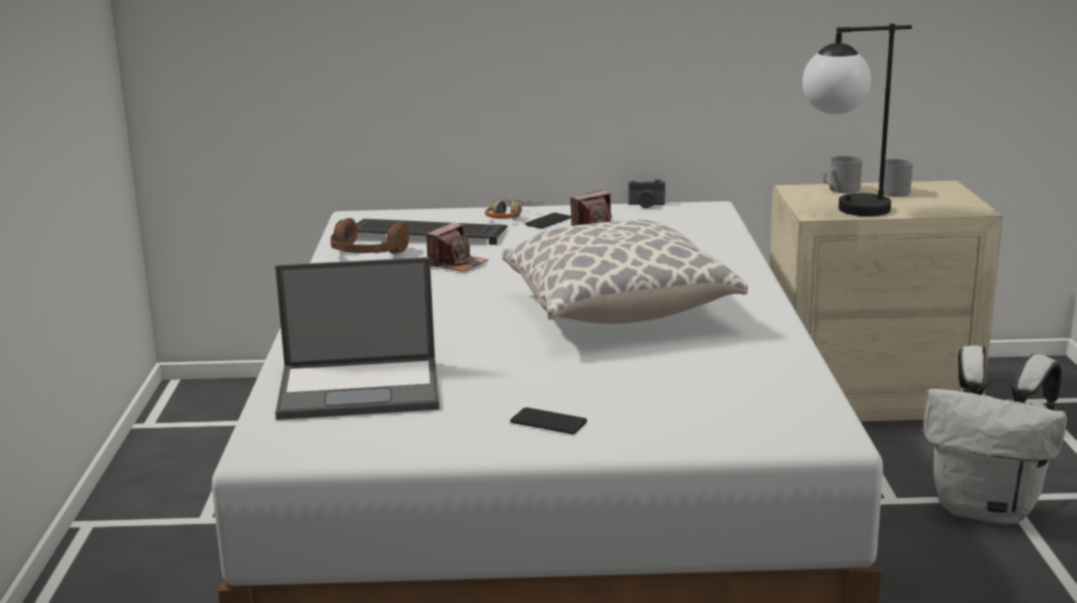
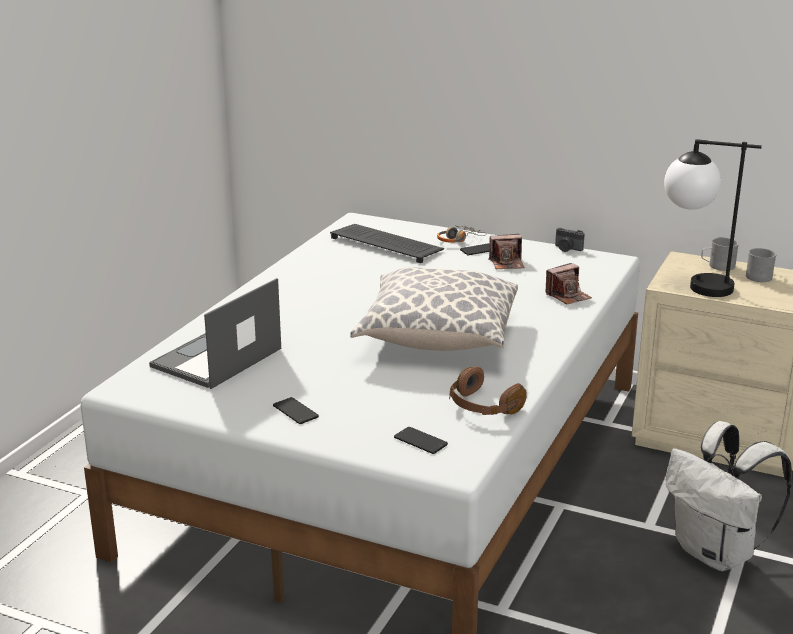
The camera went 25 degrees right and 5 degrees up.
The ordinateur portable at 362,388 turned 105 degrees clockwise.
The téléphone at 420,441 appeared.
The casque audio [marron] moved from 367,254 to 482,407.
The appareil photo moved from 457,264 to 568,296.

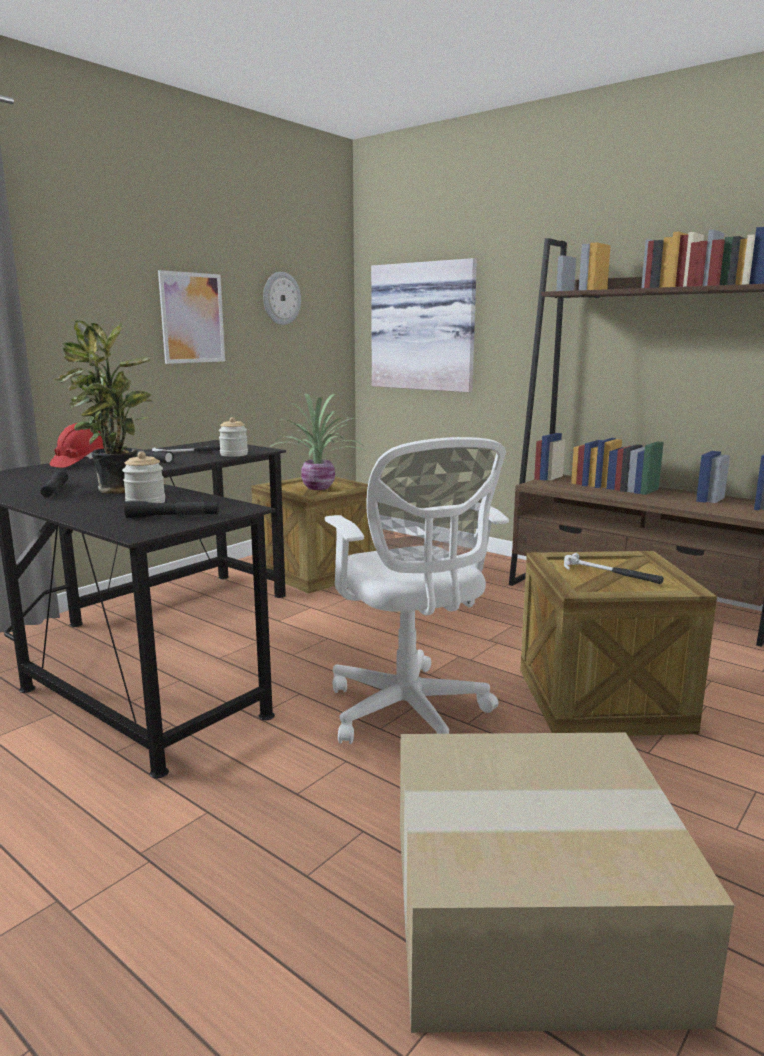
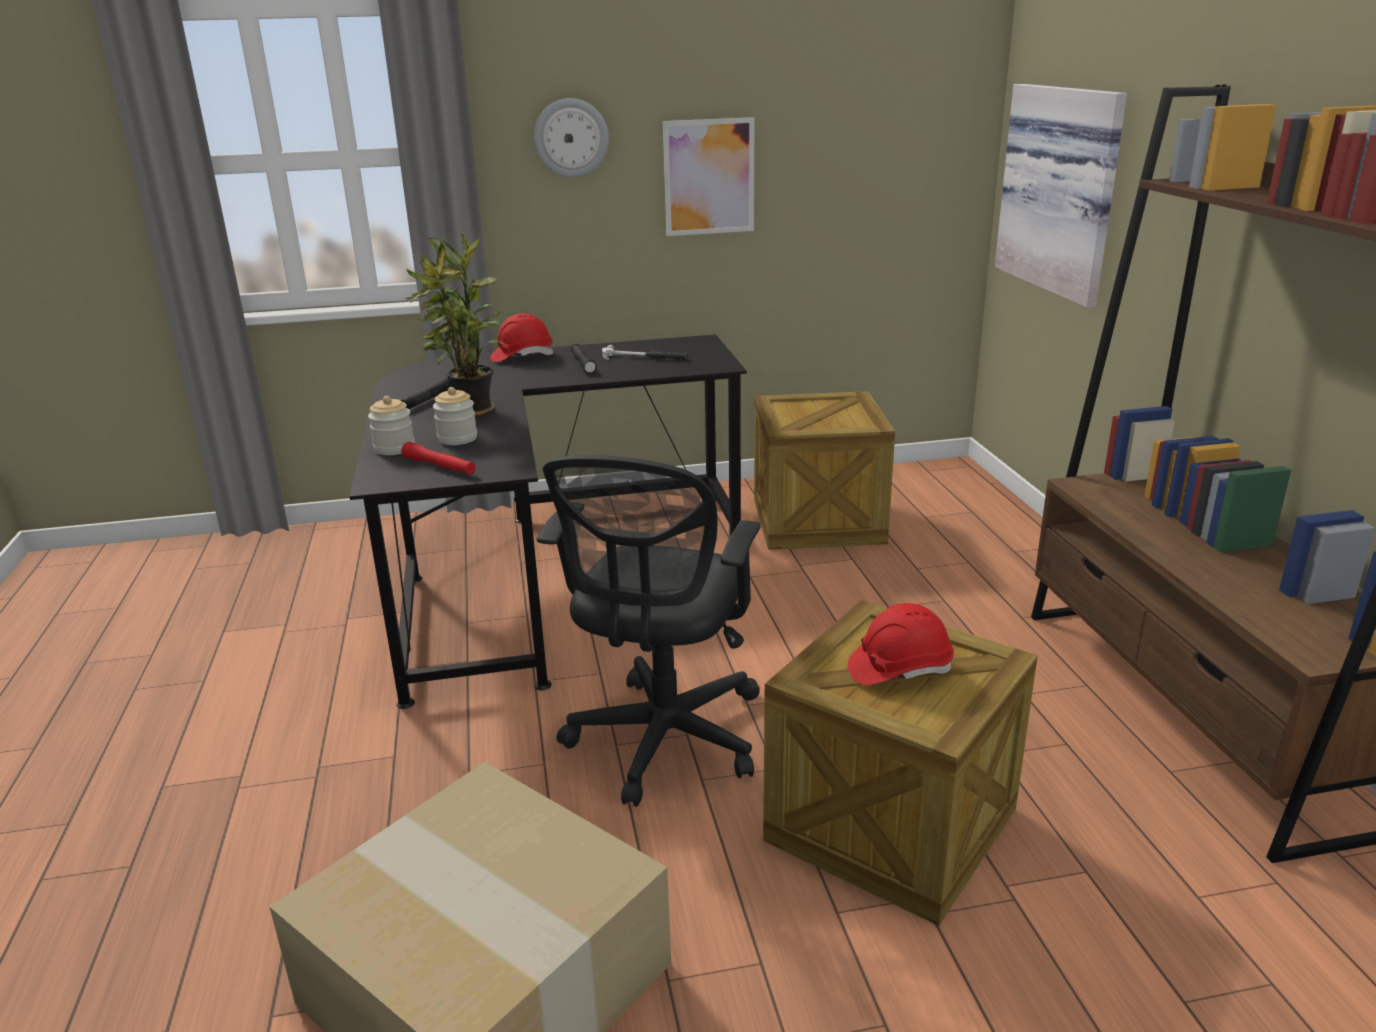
The camera went 40 degrees right and 10 degrees up.
The bocal moved from 234,454 to 394,448.
The lampe de poche [noir] at 173,517 became the lampe de poche [rouge] at 439,466.
The horloge murale moved from 281,298 to 571,138.
The chaise de bureau [blanc] at 410,714 became the chaise de bureau [noir] at 663,743.
The marteau at 610,573 was replaced by the casque de chantier [rouge] at 899,669.
The plante en pot at 320,487 disappeared.

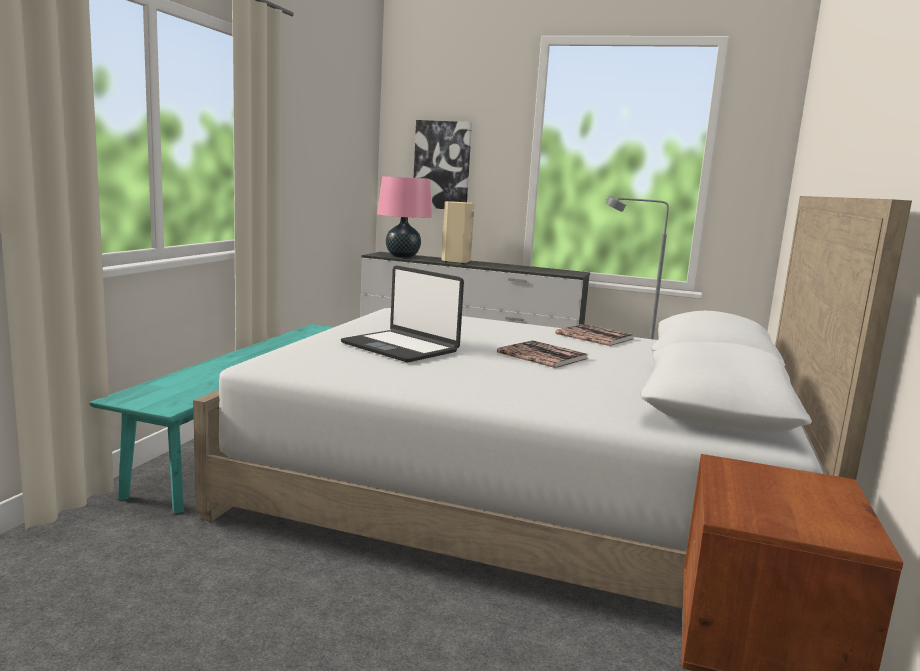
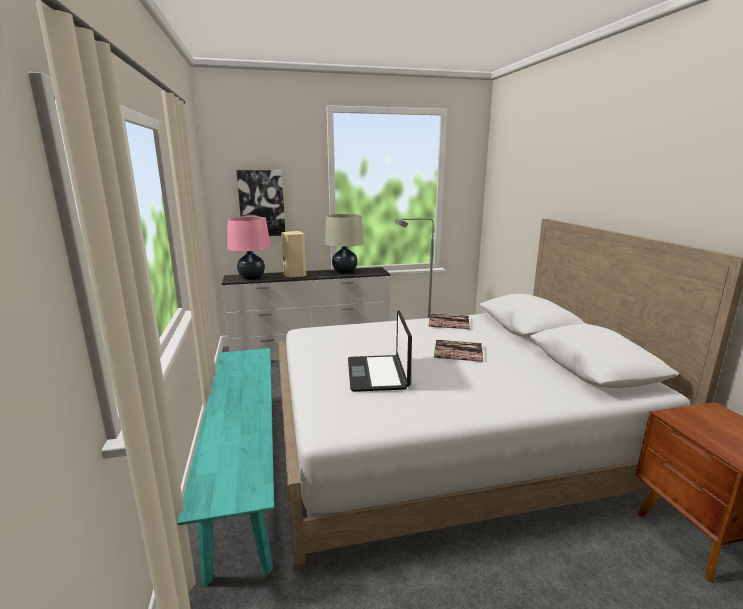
The camera went 30 degrees left and 5 degrees up.
The lampe de table [beige] at 345,272 appeared.
The ordinateur portable at 400,347 turned 75 degrees clockwise.

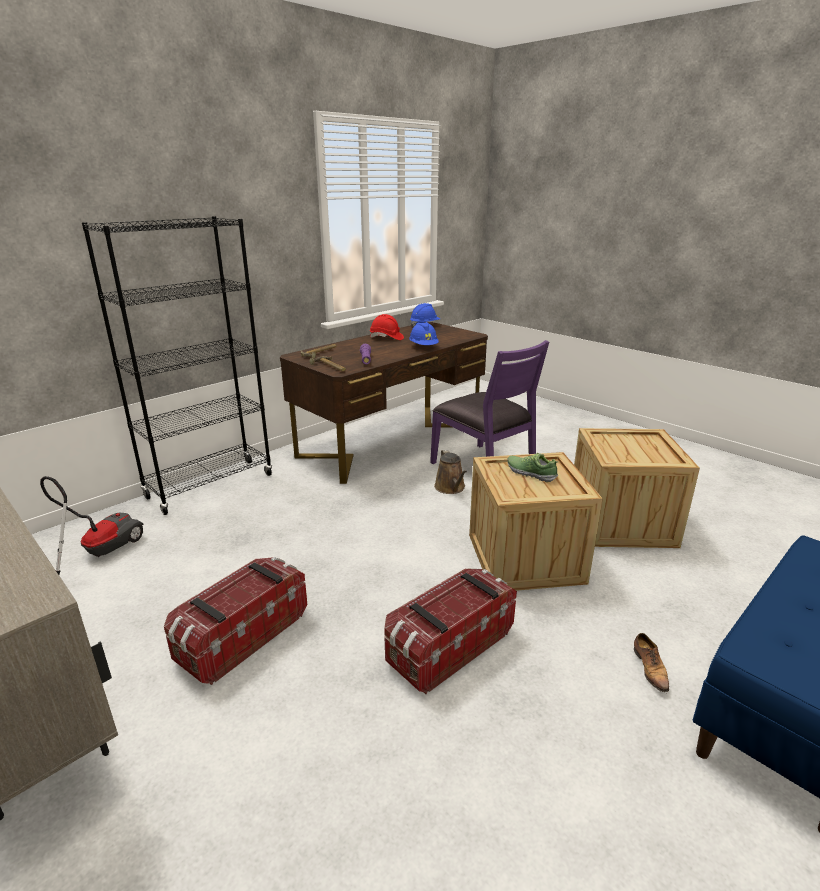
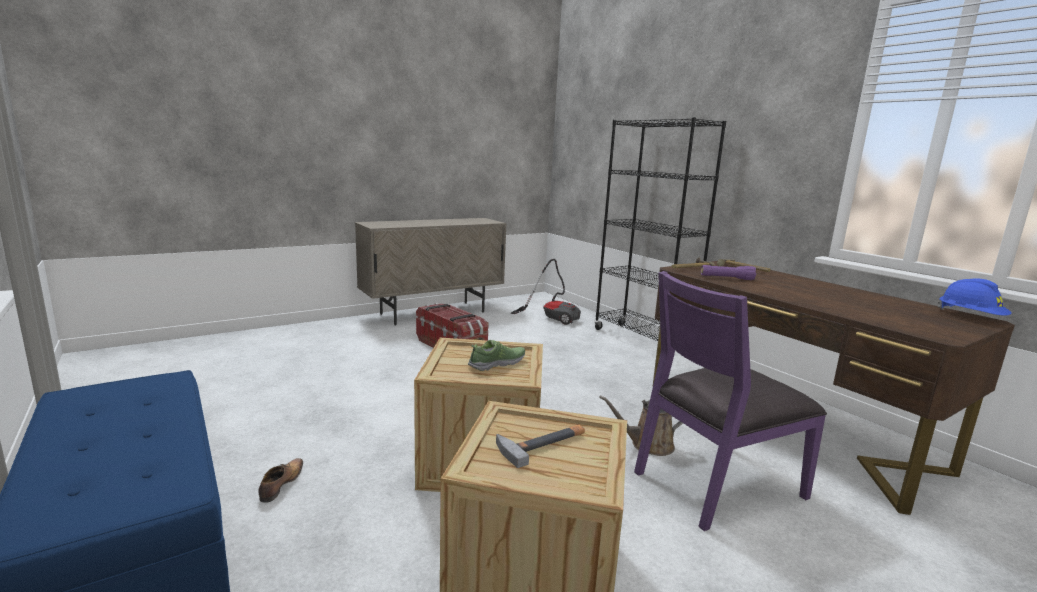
The camera went 100 degrees right and 10 degrees down.
The chaussure at 650,668 turned 90 degrees clockwise.
The marteau at 543,443 appeared.
The casque de chantier [rouge] at 386,338 disappeared.
The boîte de rangement at 449,646 disappeared.
The casque de chantier [bleu] at 423,347 disappeared.

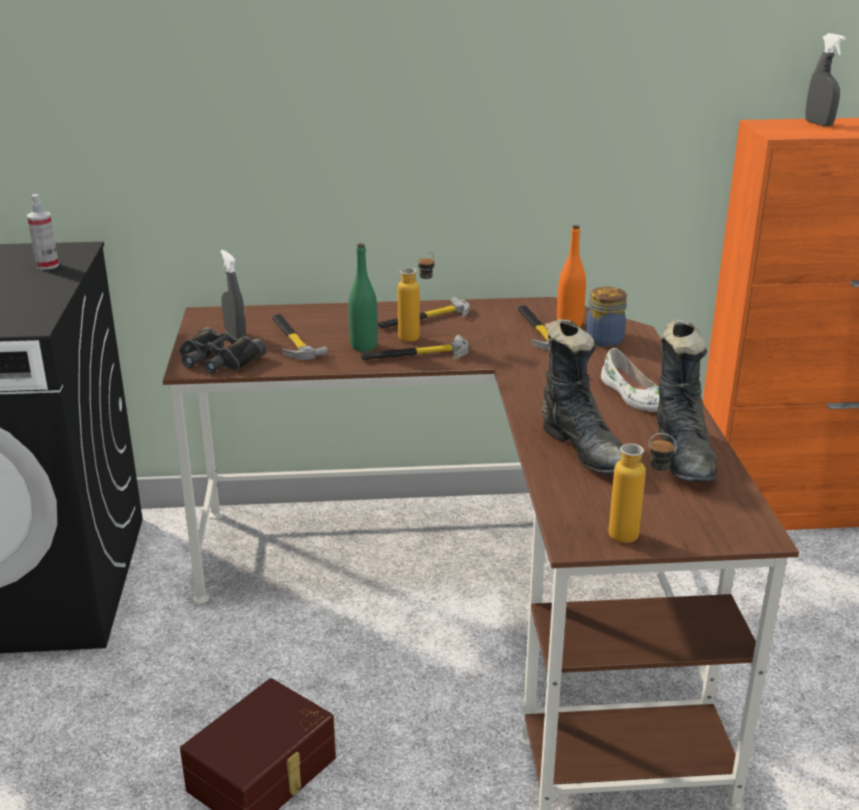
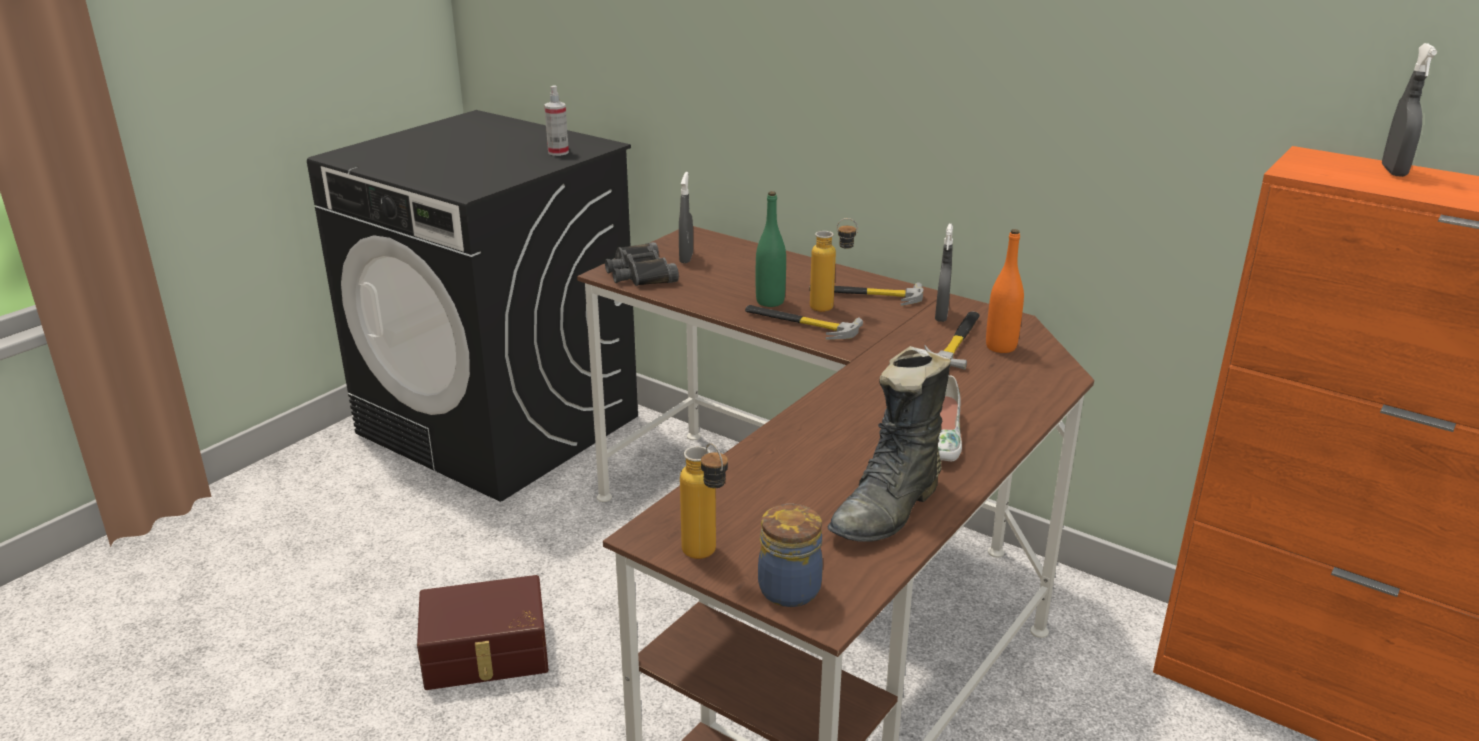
The camera went 40 degrees right and 0 degrees up.
The bocal moved from 603,339 to 789,587.
The vaporisateur [gris] at 941,316 appeared.
The marteau at 291,339 disappeared.
The botte [noir] at 584,449 disappeared.

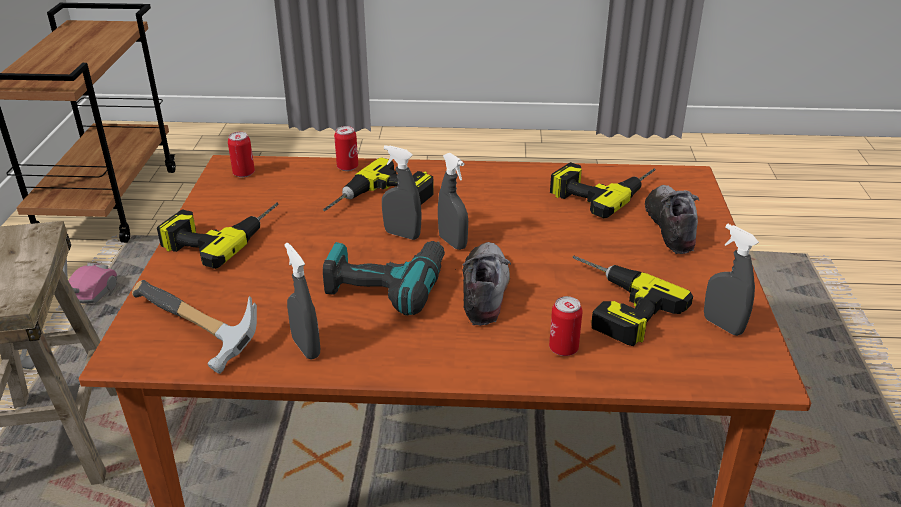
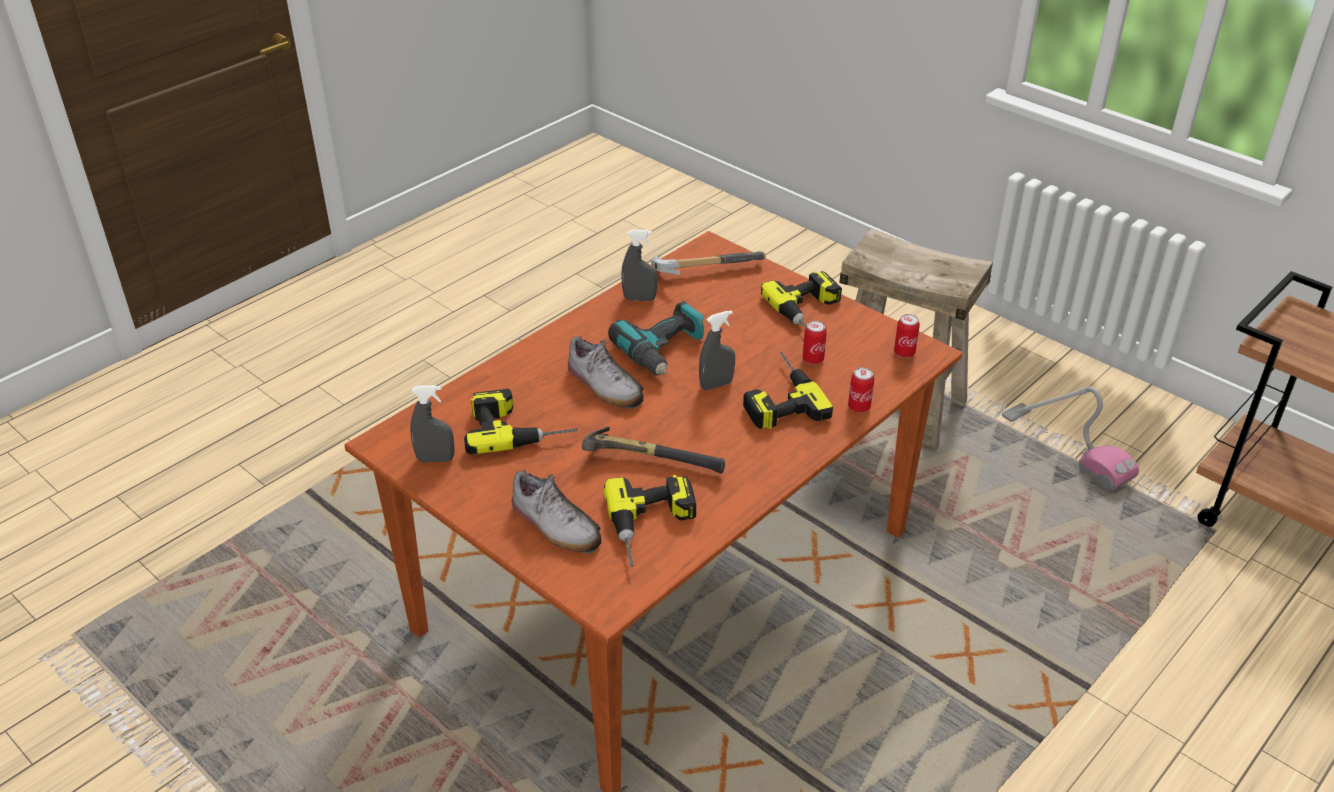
The camera went 130 degrees right and 5 degrees up.
The marteau at 651,459 appeared.
The boîte métallique moved from 563,348 to 813,359.
The vaporisateur [gris] at 452,242 disappeared.

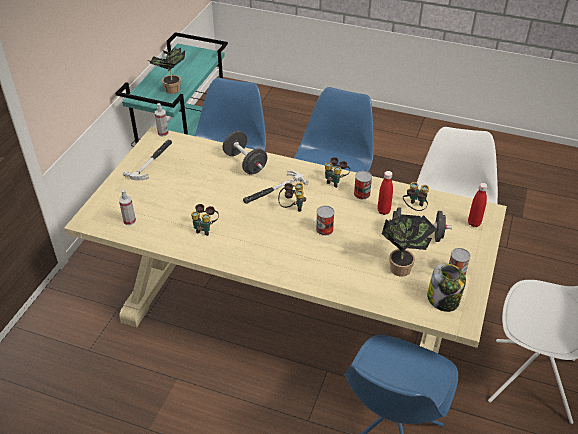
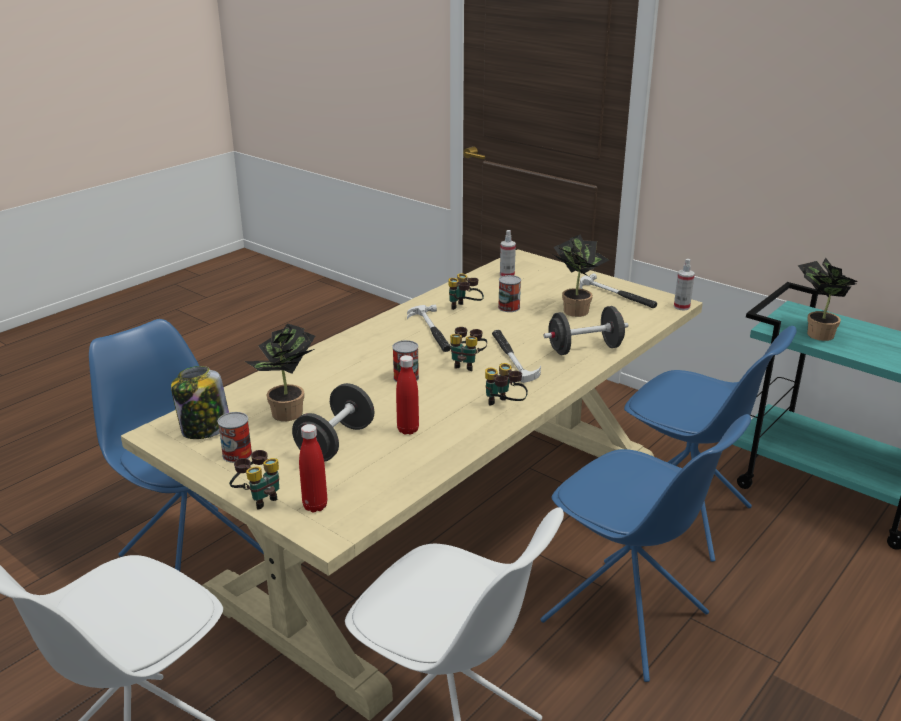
The camera went 110 degrees right and 15 degrees down.
The jumelles moved from 414,208 to 259,498.
The marteau at 432,331 appeared.
The boîte métallique moved from 362,193 to 509,307.
The plante en pot at 575,309 appeared.

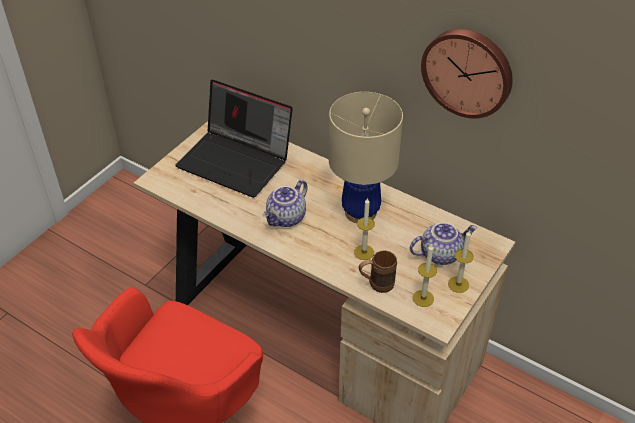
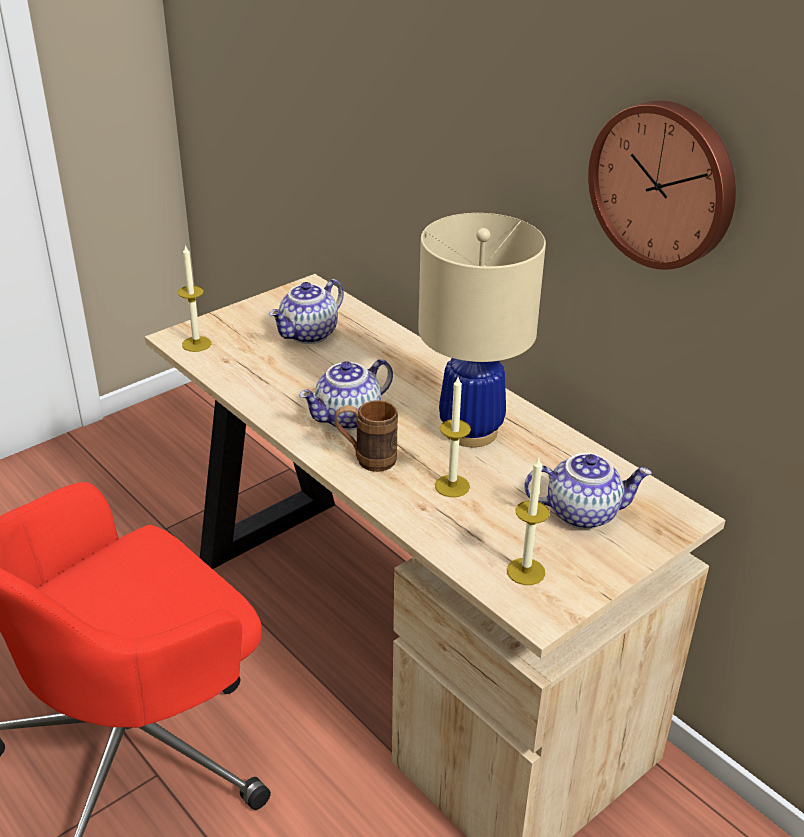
The camera went 15 degrees right and 10 degrees down.
The bougie moved from 458,284 to 196,344.
The ordinateur portable at 237,161 was replaced by the théière at 309,335.
The mug [marron] moved from 376,285 to 366,460.

